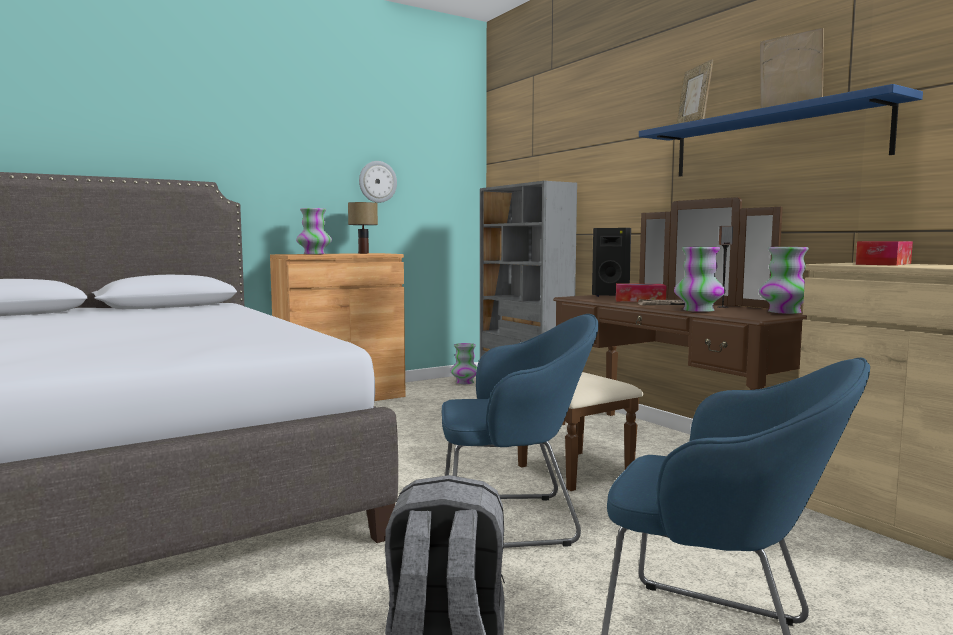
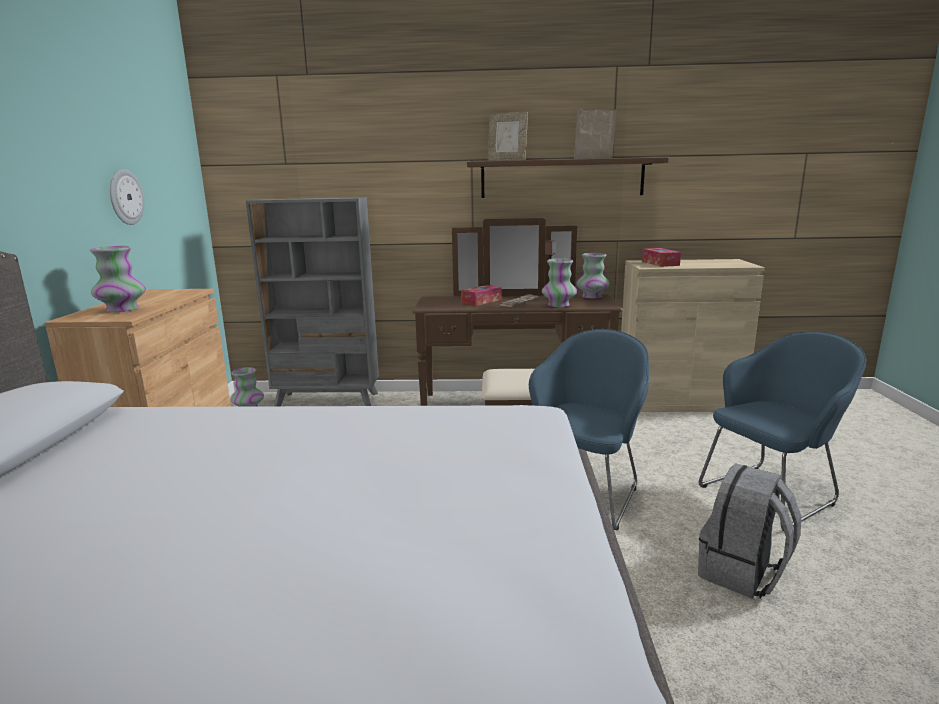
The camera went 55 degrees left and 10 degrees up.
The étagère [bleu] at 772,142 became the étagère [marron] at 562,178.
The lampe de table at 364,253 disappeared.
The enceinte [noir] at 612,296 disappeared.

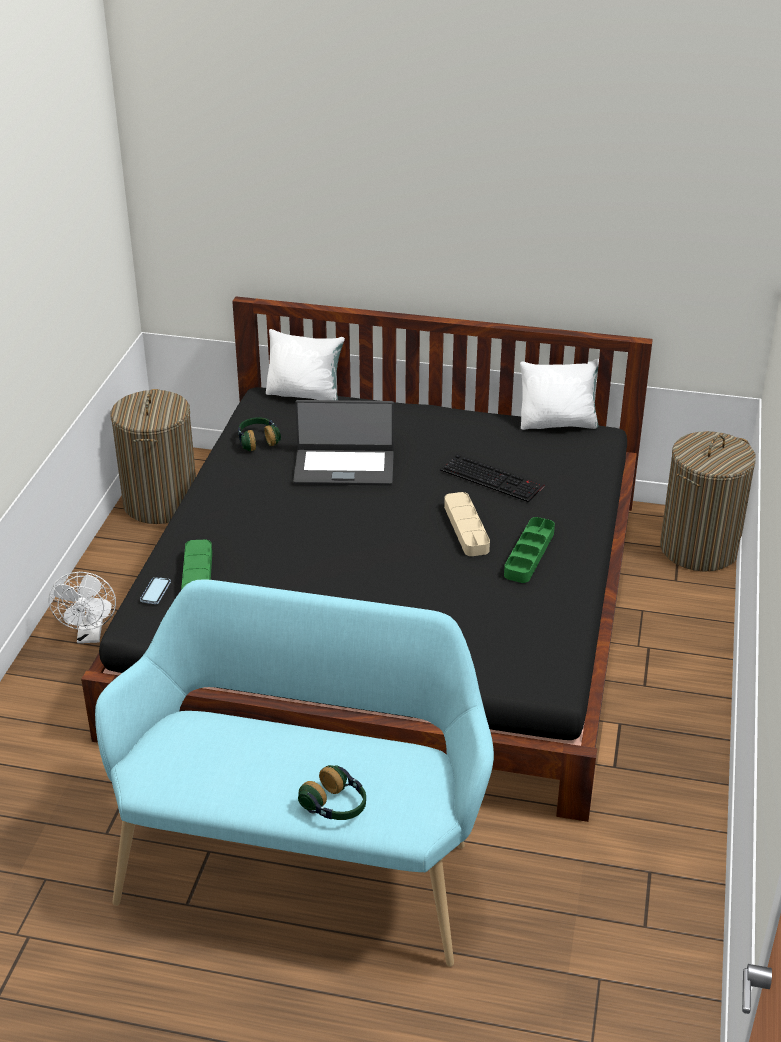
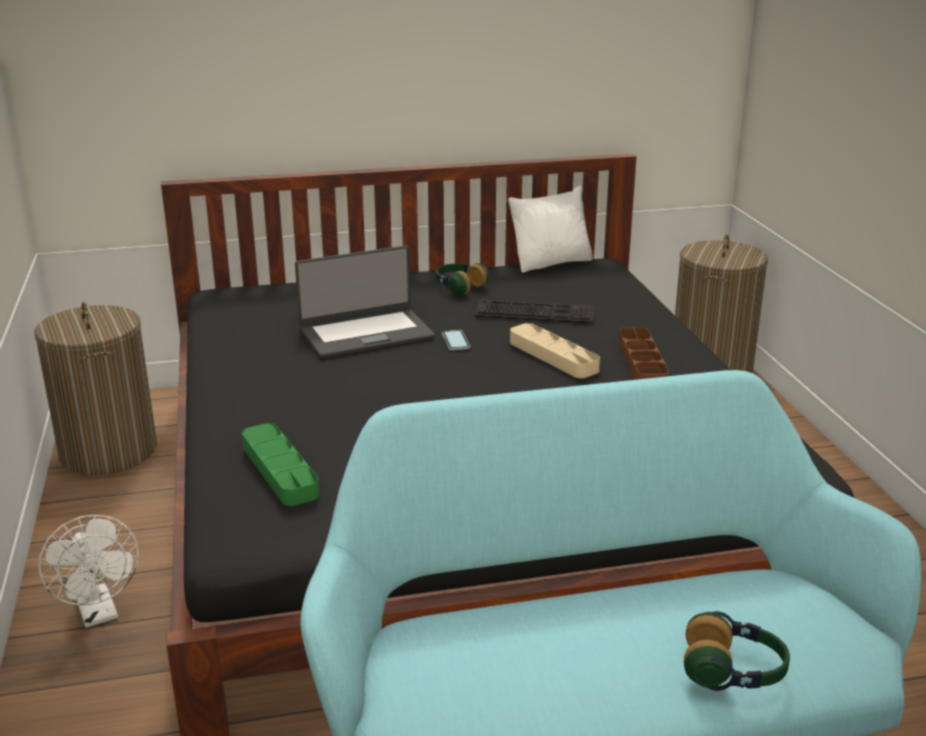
The camera went 25 degrees left and 10 degrees down.
The casque audio moved from 258,441 to 459,287.
The téléphone moved from 155,592 to 455,341.
The plateau [vert] at 529,554 became the plateau [marron] at 642,363.
The coussin [blanc] at 305,394 disappeared.

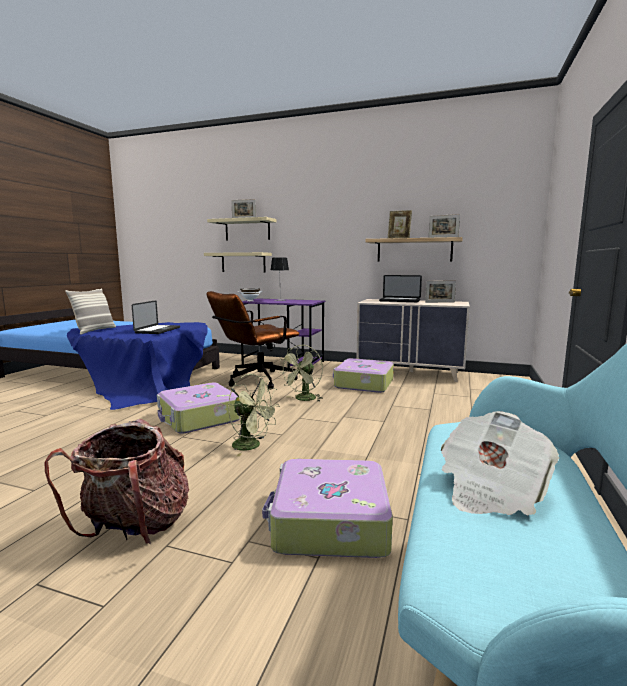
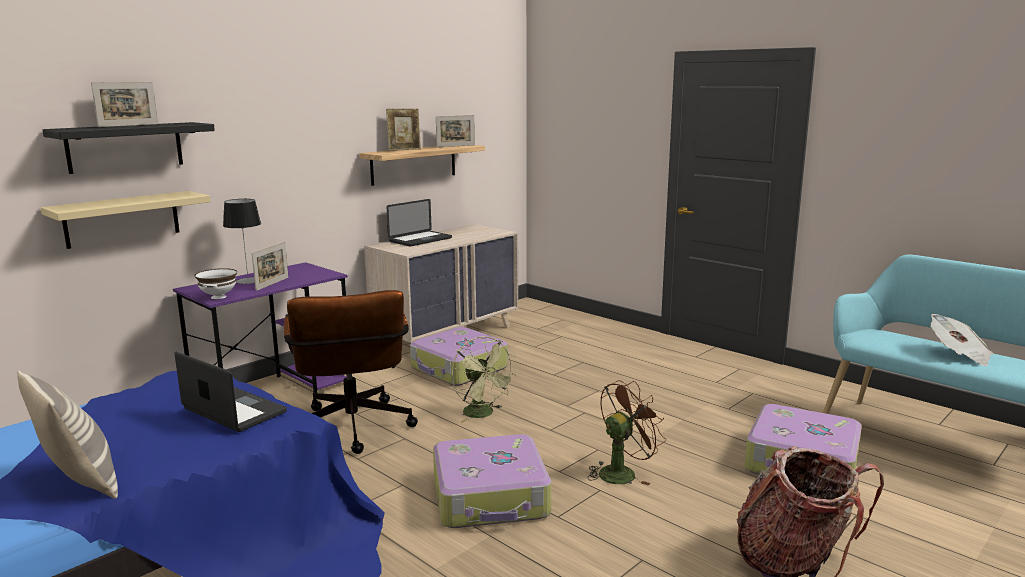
The camera went 65 degrees left and 5 degrees up.
The étagère [beige] at 247,230 became the étagère [noir] at 125,147.
The cadre photo moved from 440,302 to 272,284.
The ventilateur [vert] at 252,446 became the ventilateur [marron] at 622,472.

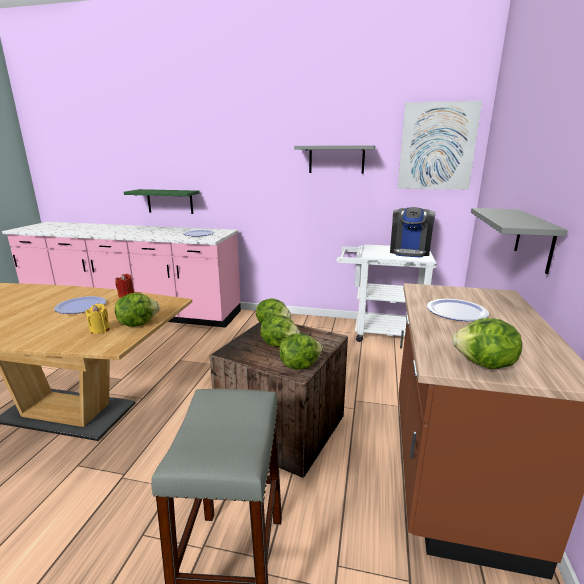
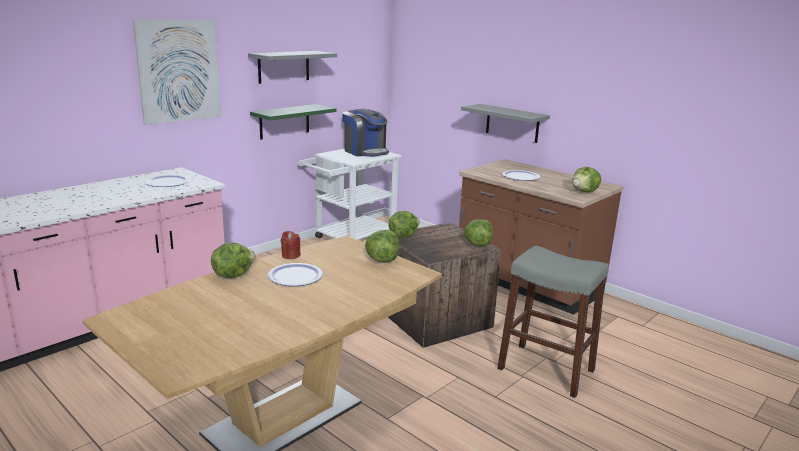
The camera went 60 degrees left and 0 degrees up.
The tableau moved from 437,146 to 179,71.
The laitue moved from 279,344 to 232,275.
The étagère [vert] moved from 170,201 to 284,121.
The bougie [jaune] at 99,330 disappeared.

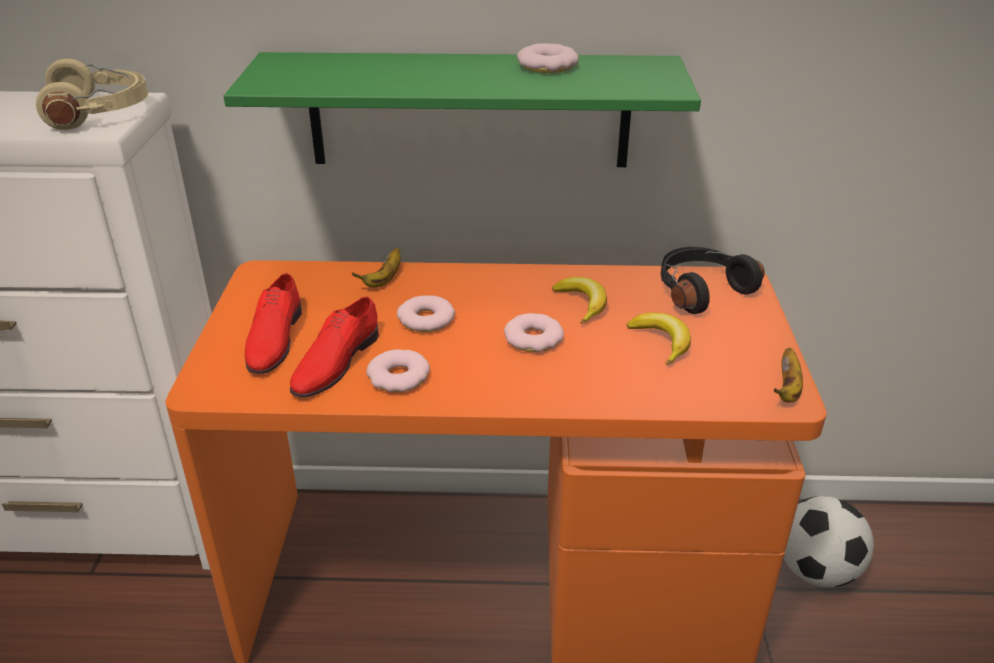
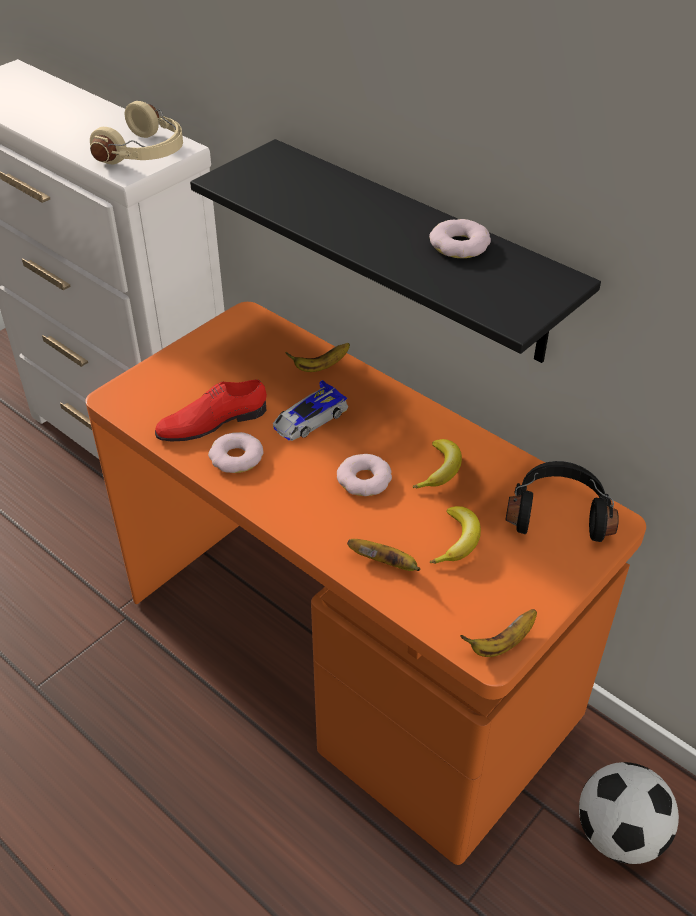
The camera went 40 degrees right and 10 degrees up.
The étagère [vert] at 469,110 became the étagère [noir] at 419,252.
The beignet at 426,319 was replaced by the petite voiture at 309,419.
The banane at 385,563 appeared.
The chaussure [rouge] at 274,339 disappeared.

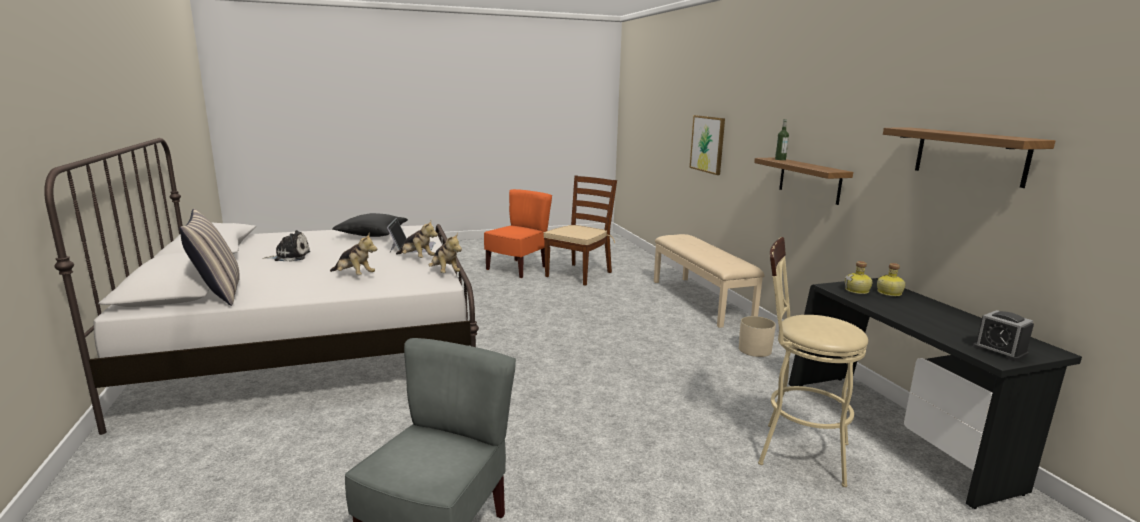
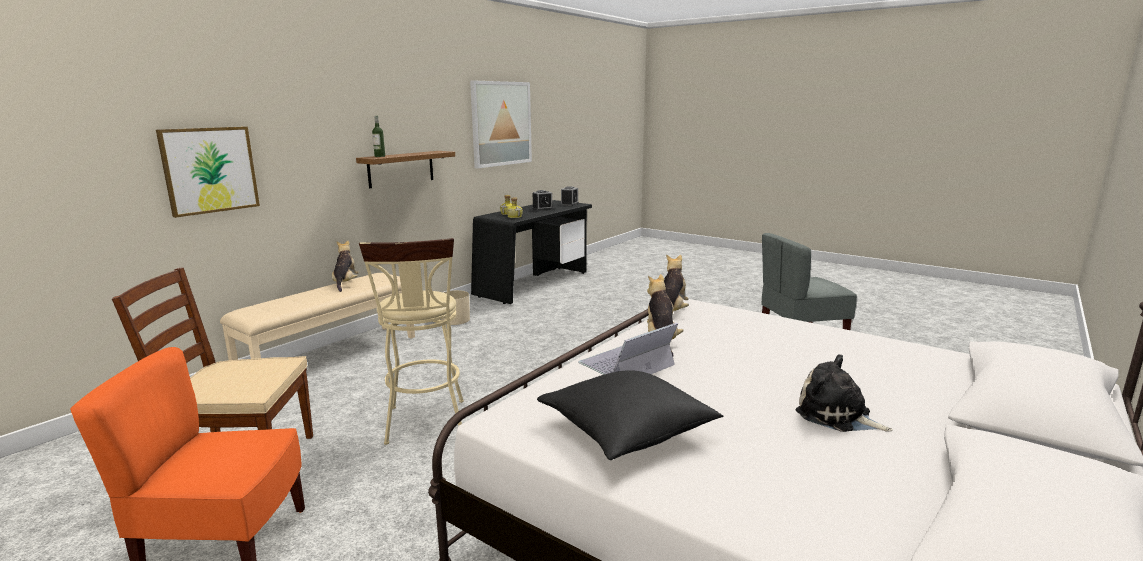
The camera went 125 degrees left and 0 degrees up.
The peluche moved from 354,276 to 345,283.
The tabouret [beige] moved from 794,451 to 426,425.
The étagère at 970,155 was replaced by the tableau at 501,123.
The réveil at 542,208 appeared.
The coussin at 218,294 disappeared.

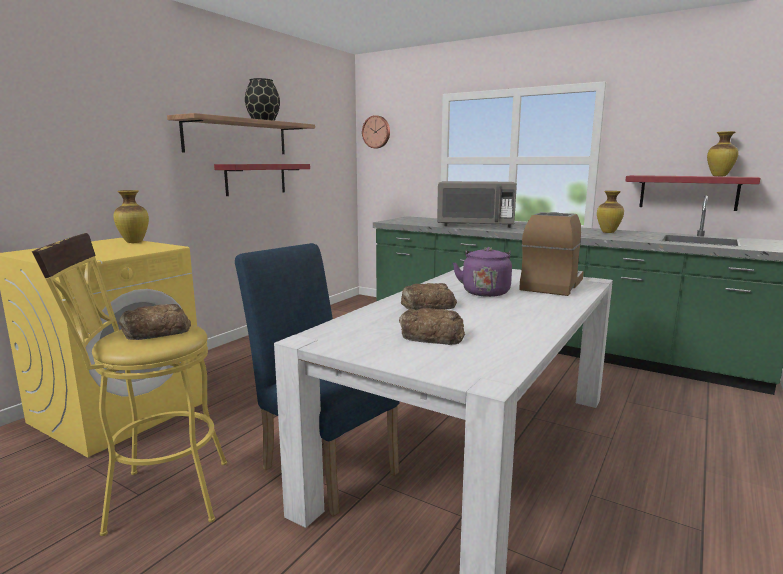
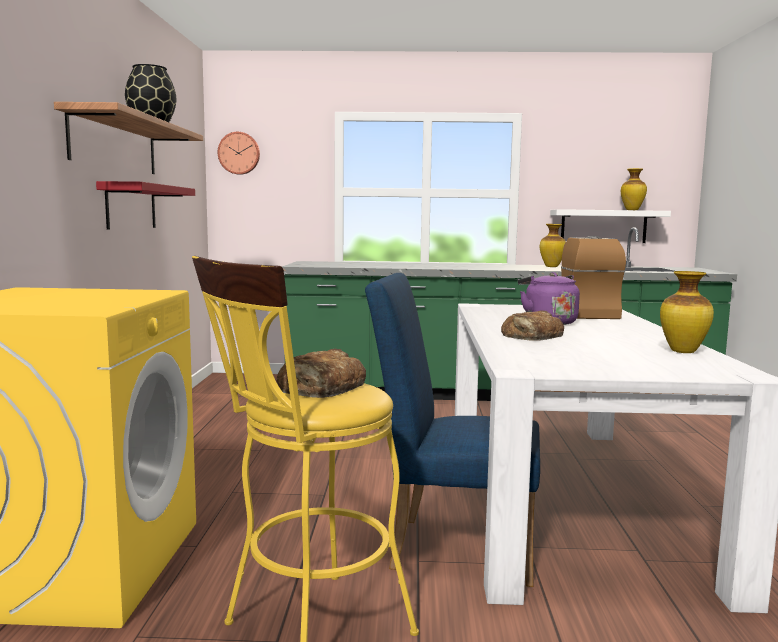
The camera went 30 degrees left and 5 degrees down.
The étagère [rouge] at 688,192 became the étagère [blanc] at 603,226.
The vase moved from 134,242 to 684,352.
The pain at 431,335 disappeared.
The micro-ondes [gris] at 475,225 disappeared.

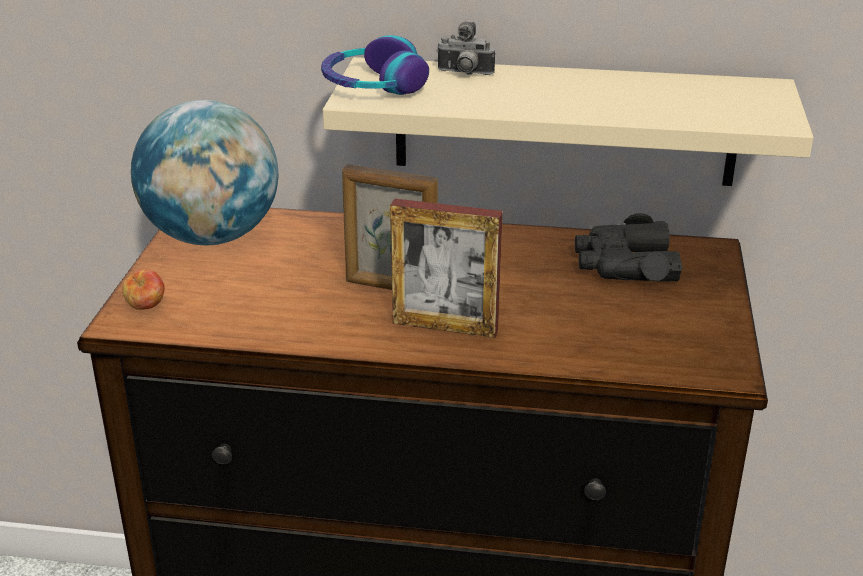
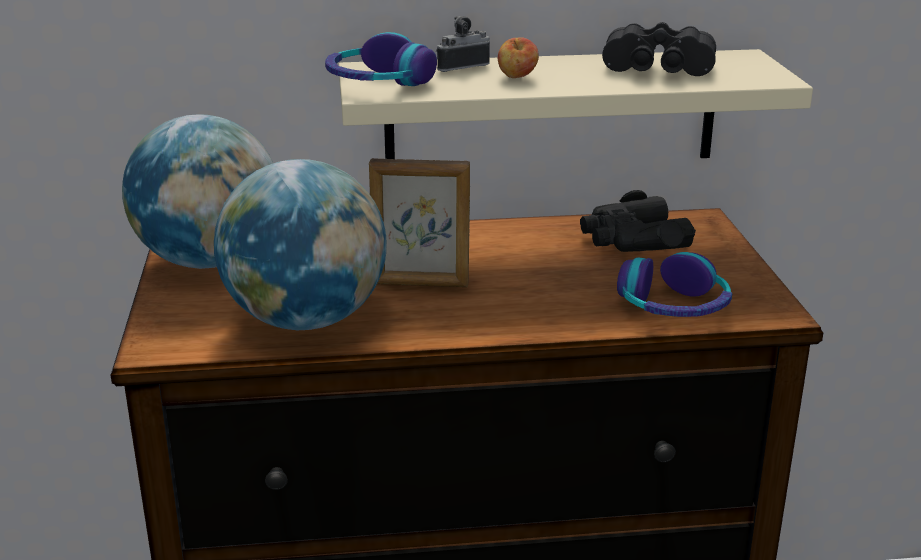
The camera went 15 degrees left and 5 degrees down.
The globe at 306,320 appeared.
The appareil photo at 464,74 turned 150 degrees clockwise.
The pomme moved from 146,308 to 517,78.
The jumelles [noir] at 657,71 appeared.
The casque audio at 673,307 appeared.
The cadre photo at 445,326 disappeared.

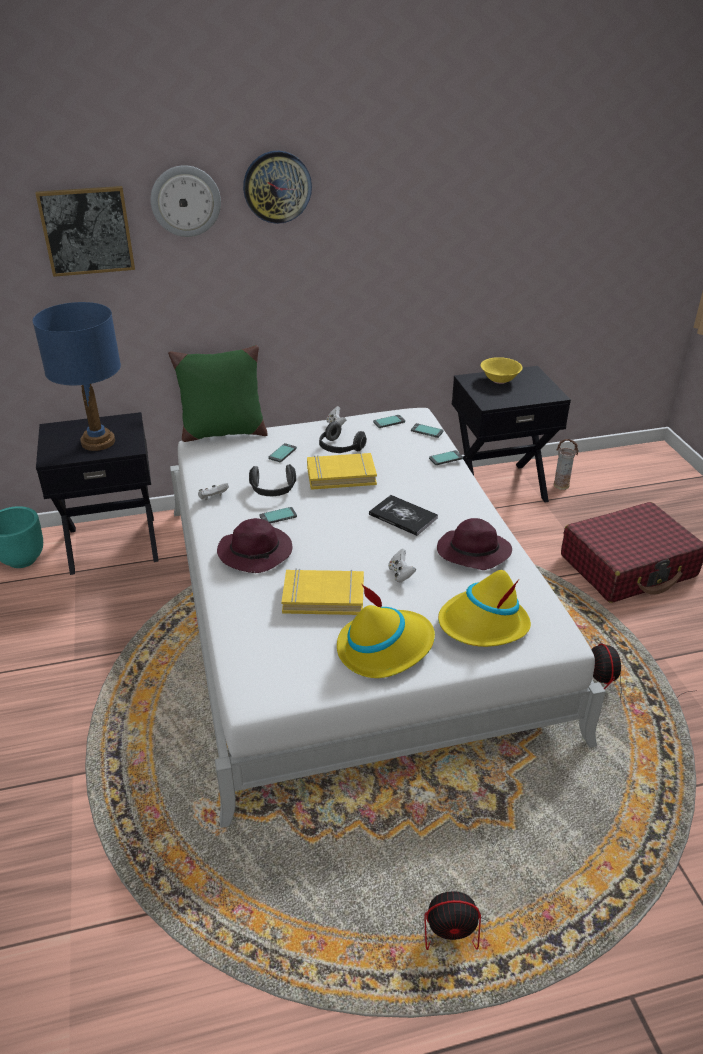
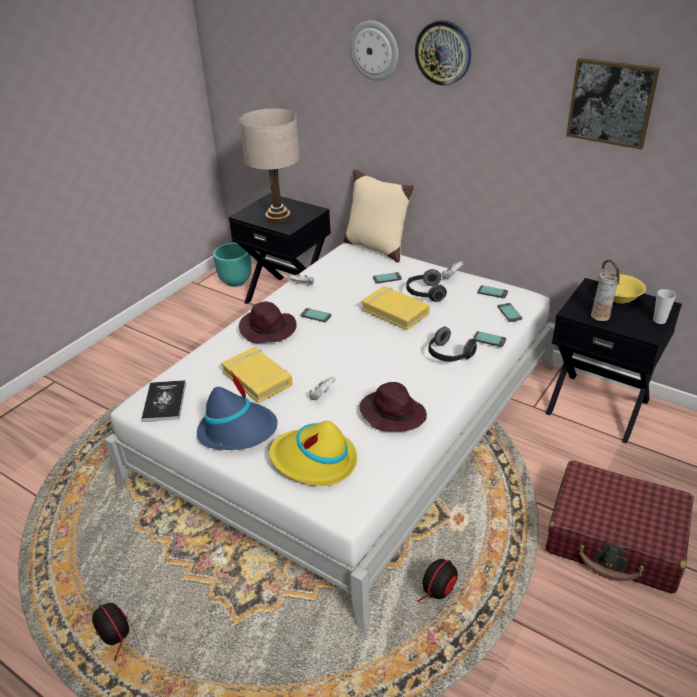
The camera went 50 degrees right and 0 degrees up.
The livre moved from 403,516 to 164,402.
The chapeau [jaune] at 385,647 became the chapeau [bleu] at 238,430.
The lampe de table [bleu] at 98,442 became the lampe de table [beige] at 278,216.
The coussin [vert] at 223,432 became the coussin [beige] at 376,247.
The casque audio moved from 273,491 to 449,355.
The tableau moved from 87,231 to 611,102.
The vase moved from 561,485 to 601,316.
The tasse at 659,320 appeared.

